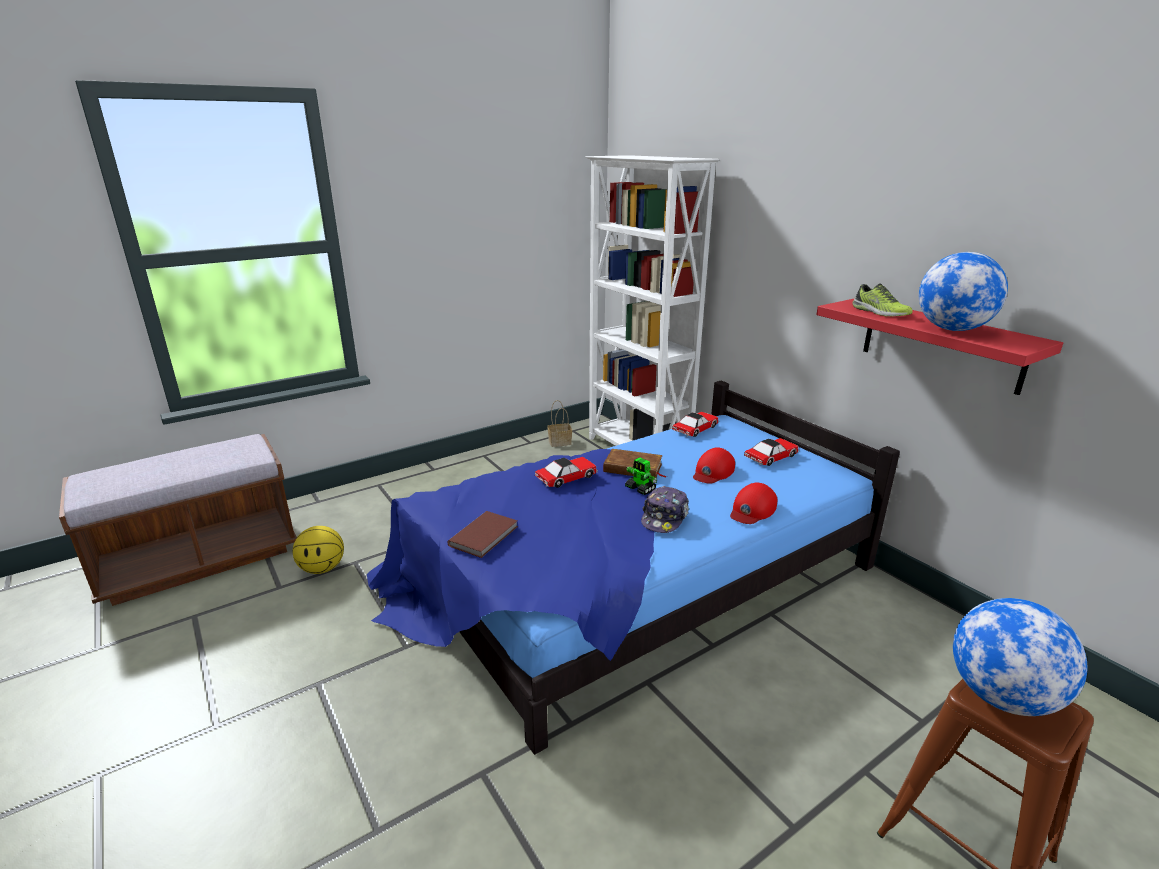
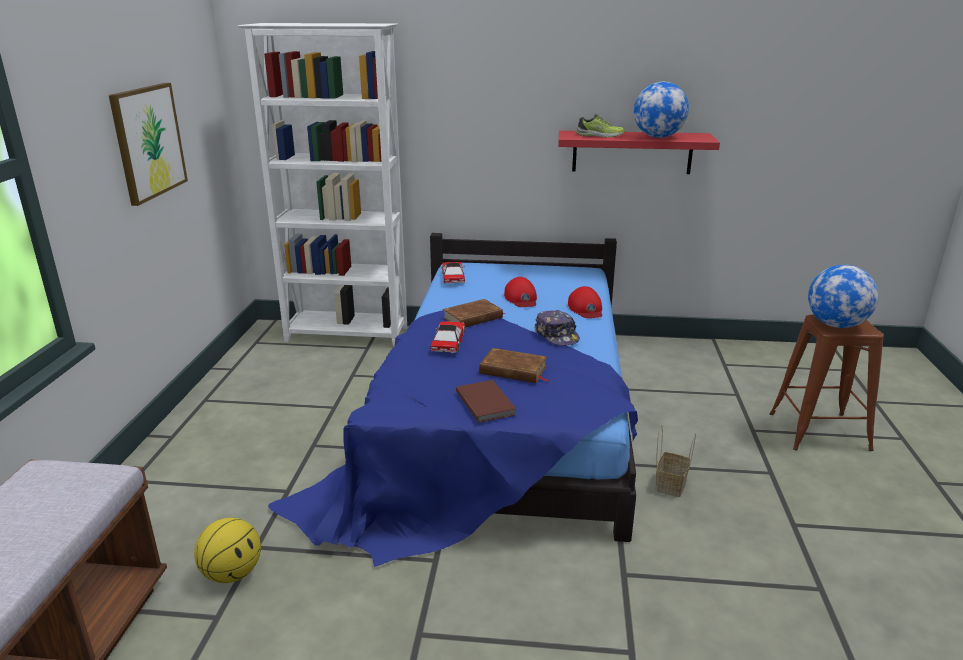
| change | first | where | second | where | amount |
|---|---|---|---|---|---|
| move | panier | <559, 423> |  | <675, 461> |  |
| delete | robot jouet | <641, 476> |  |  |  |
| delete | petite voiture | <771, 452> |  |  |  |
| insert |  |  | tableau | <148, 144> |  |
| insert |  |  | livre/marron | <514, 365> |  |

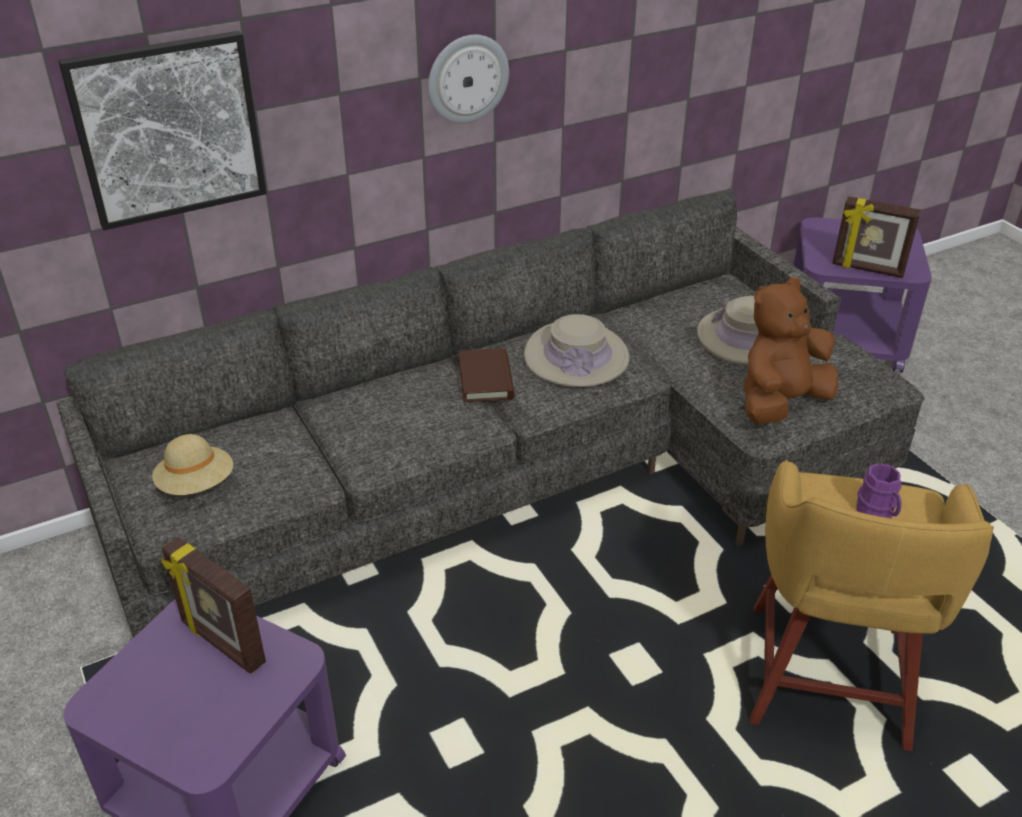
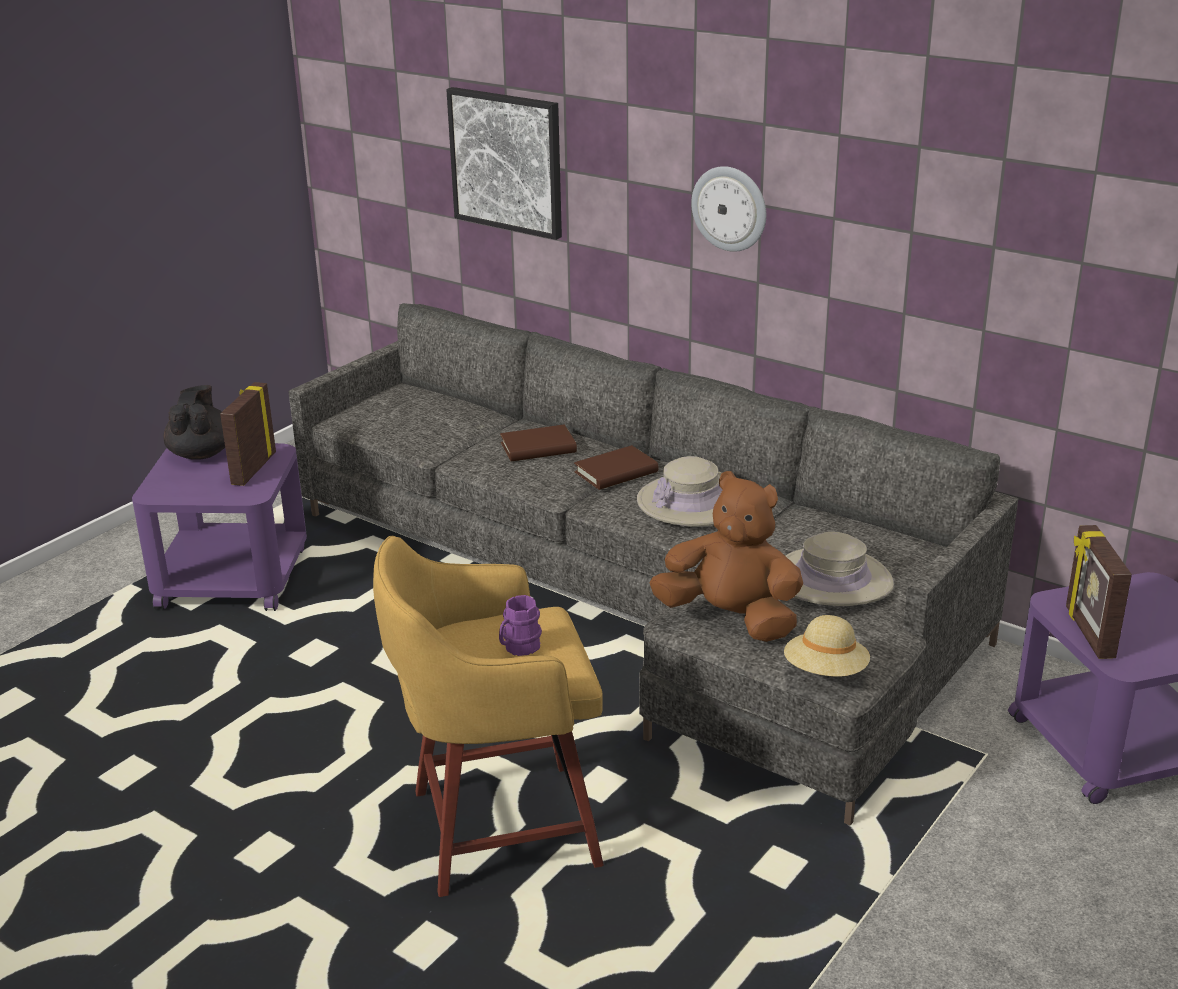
| change | first | where | second | where | amount |
|---|---|---|---|---|---|
| move | chapeau/beige | <192, 464> |  | <827, 646> |  |
| insert |  |  | théière/noir | <194, 422> |  |
| insert |  |  | livre/marron | <538, 443> |  |

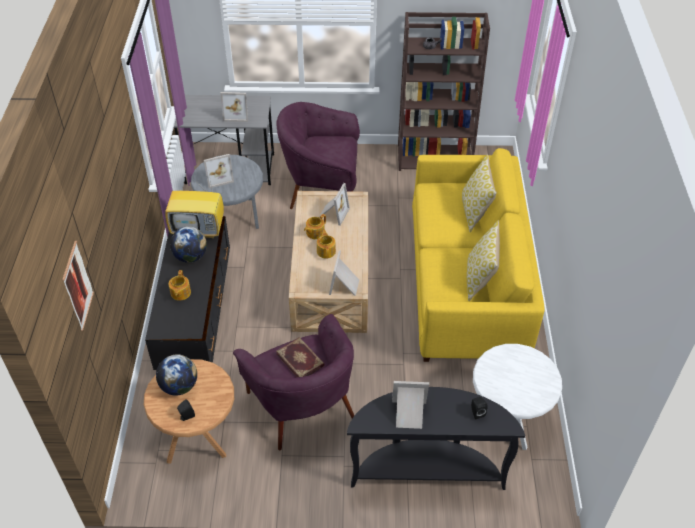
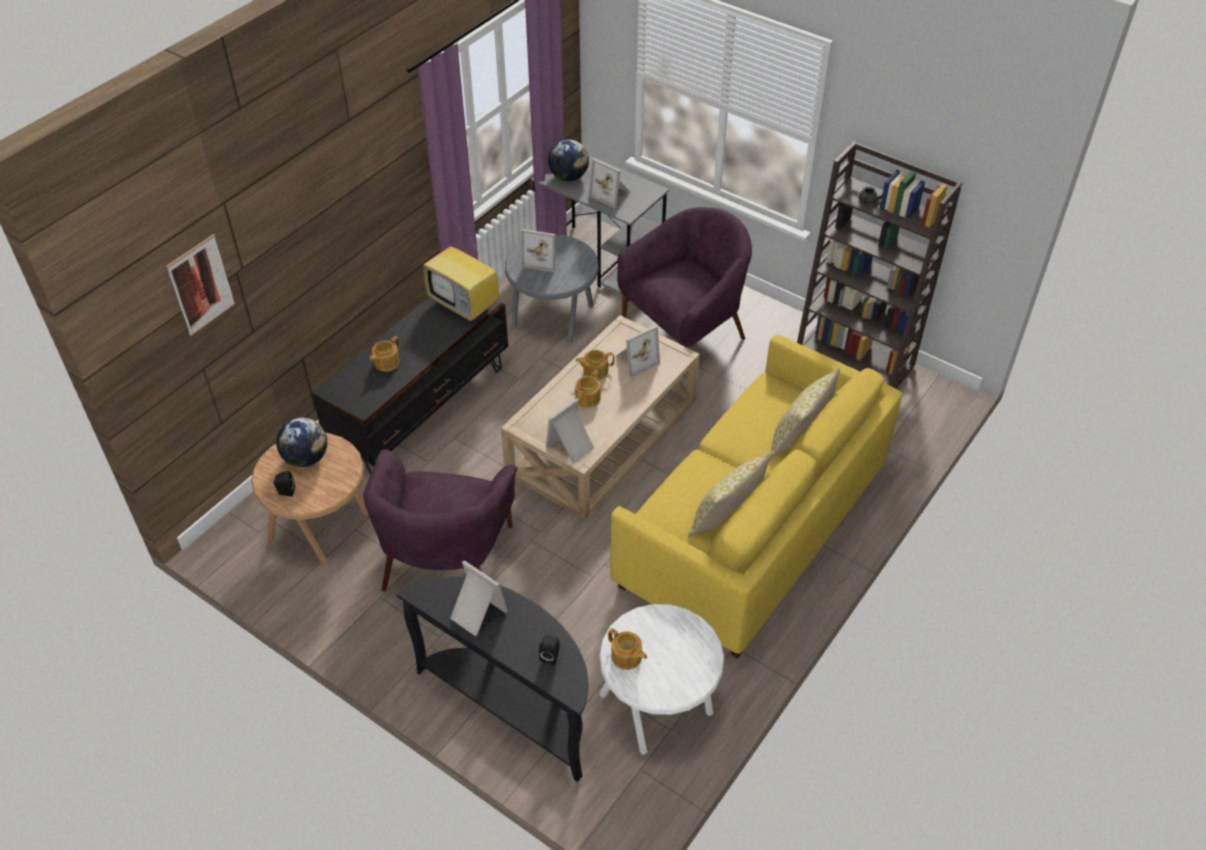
| change | first | where | second | where | amount |
|---|---|---|---|---|---|
| move | globe | <188, 244> |  | <568, 160> |  |
| delete | livre | <300, 357> |  |  |  |
| rotate | fauteuil/violet | <318, 155> |  | <684, 292> | 105 degrees clockwise |
| insert |  |  | théière | <627, 649> |  |

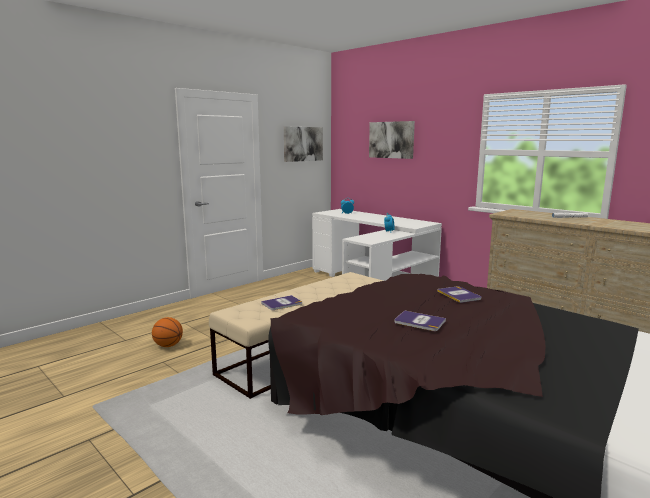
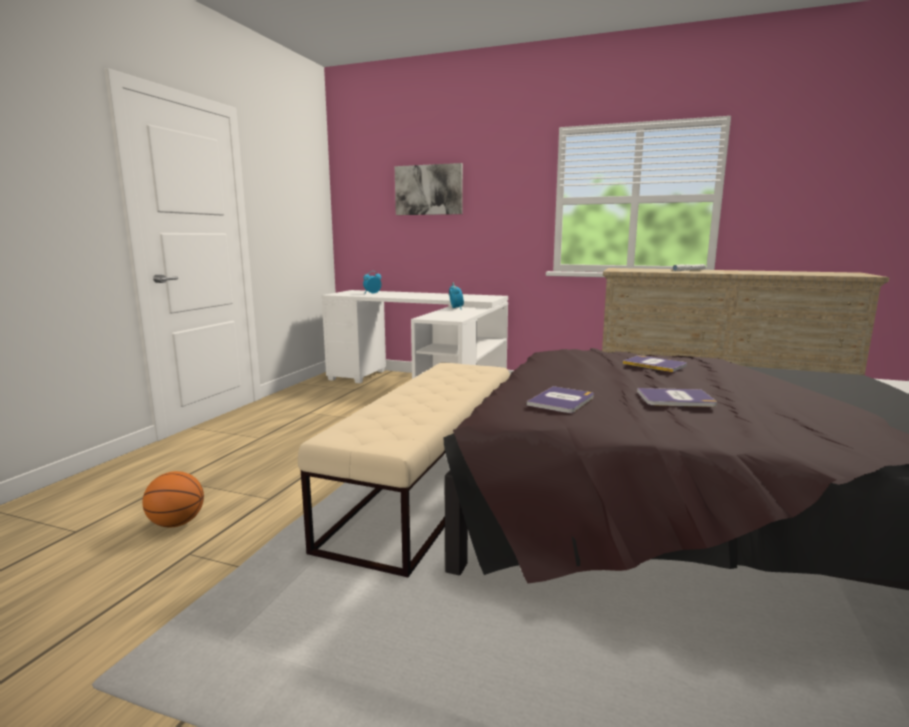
| change | first | where | second | where | amount |
|---|---|---|---|---|---|
| move | livre | <281, 302> |  | <560, 399> |  |
| delete | tableau | <303, 144> |  |  |  |

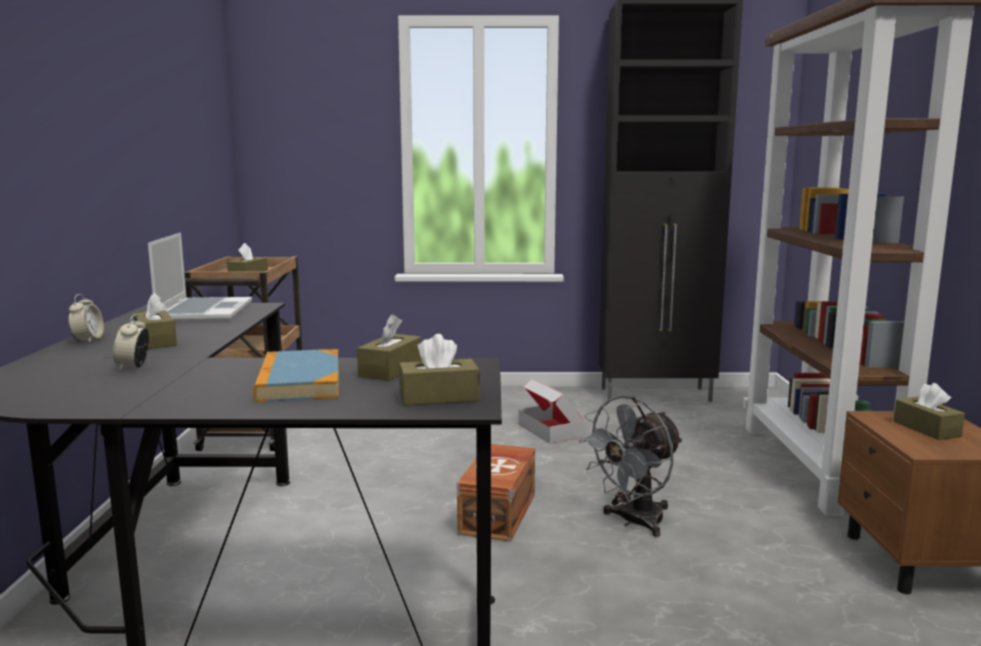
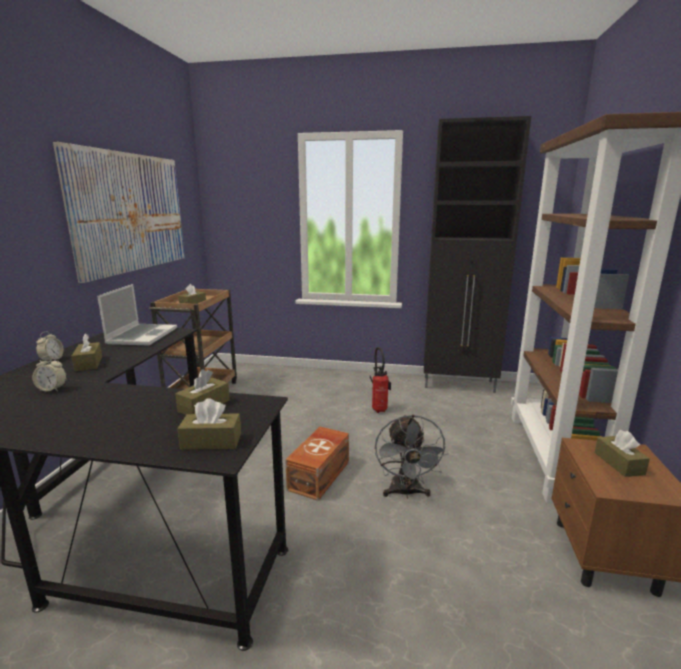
| change | first | where | second | where | amount |
|---|---|---|---|---|---|
| rotate | réveil | <131, 342> |  | <49, 374> | 90 degrees counterclockwise |
| delete | livre | <296, 375> |  |  |  |
| replace | carton | <552, 411> | extincteur | <380, 380> |  |
| rotate | ventilateur/gris | <631, 466> |  | <412, 456> | 60 degrees counterclockwise |
| insert |  |  | tableau | <119, 212> |  |

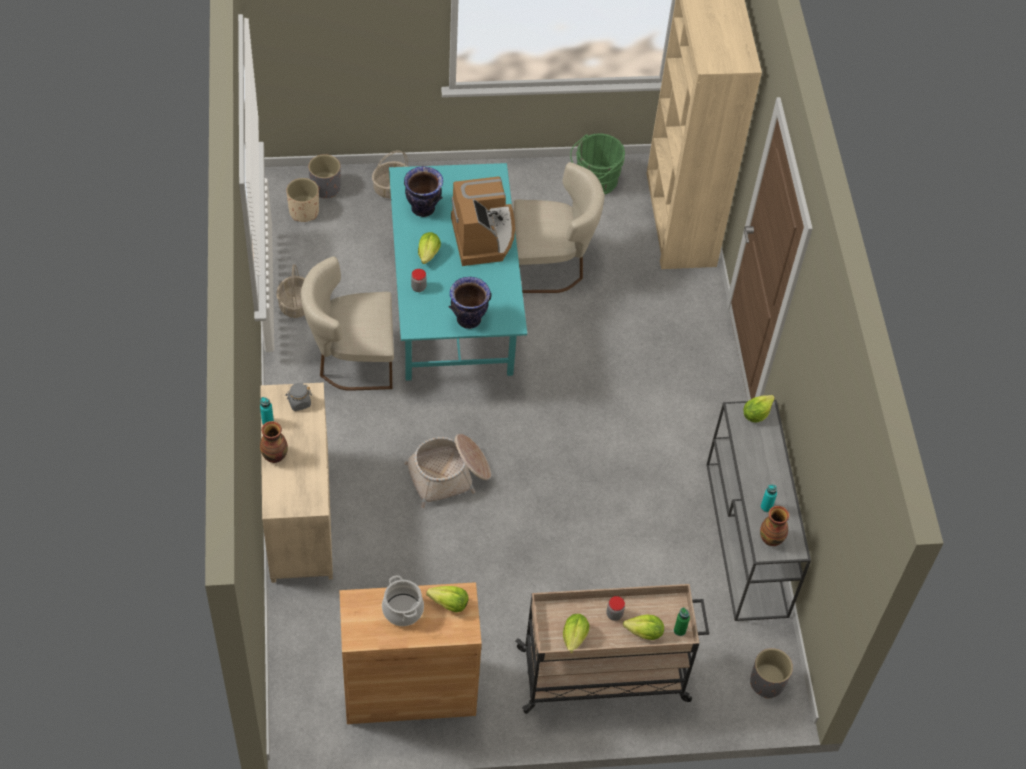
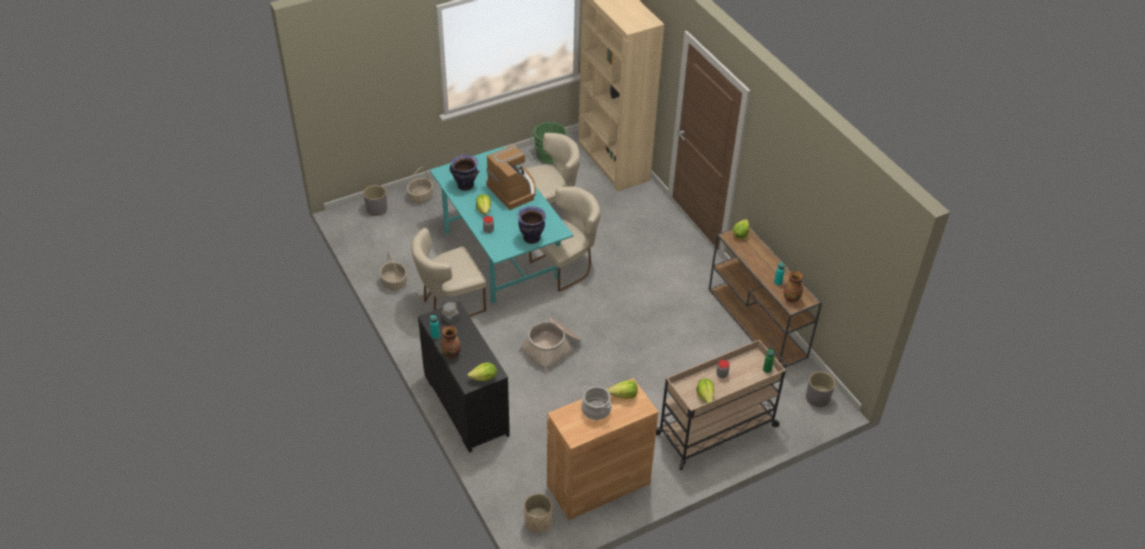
| change | first | where | second | where | amount |
|---|---|---|---|---|---|
| recolor | commode/beige | <296, 482> | commode/noir | <464, 377> |  |
| move | cache-pot/beige | <302, 200> |  | <538, 513> |  |
| move | laitue | <643, 627> |  | <482, 371> |  |
| recolor | table console/gris | <759, 510> | table console/marron | <765, 296> |  |
| insert |  |  | chaise/beige | <565, 239> |  |

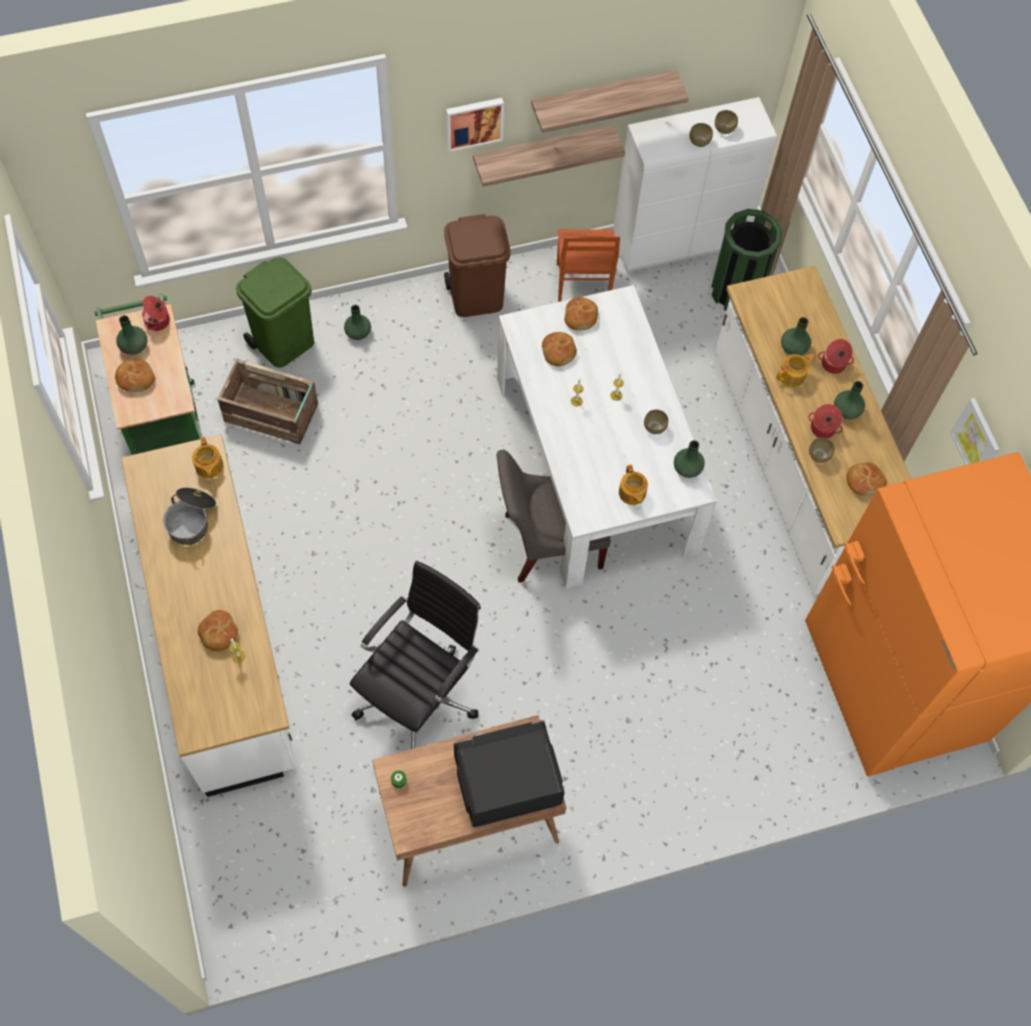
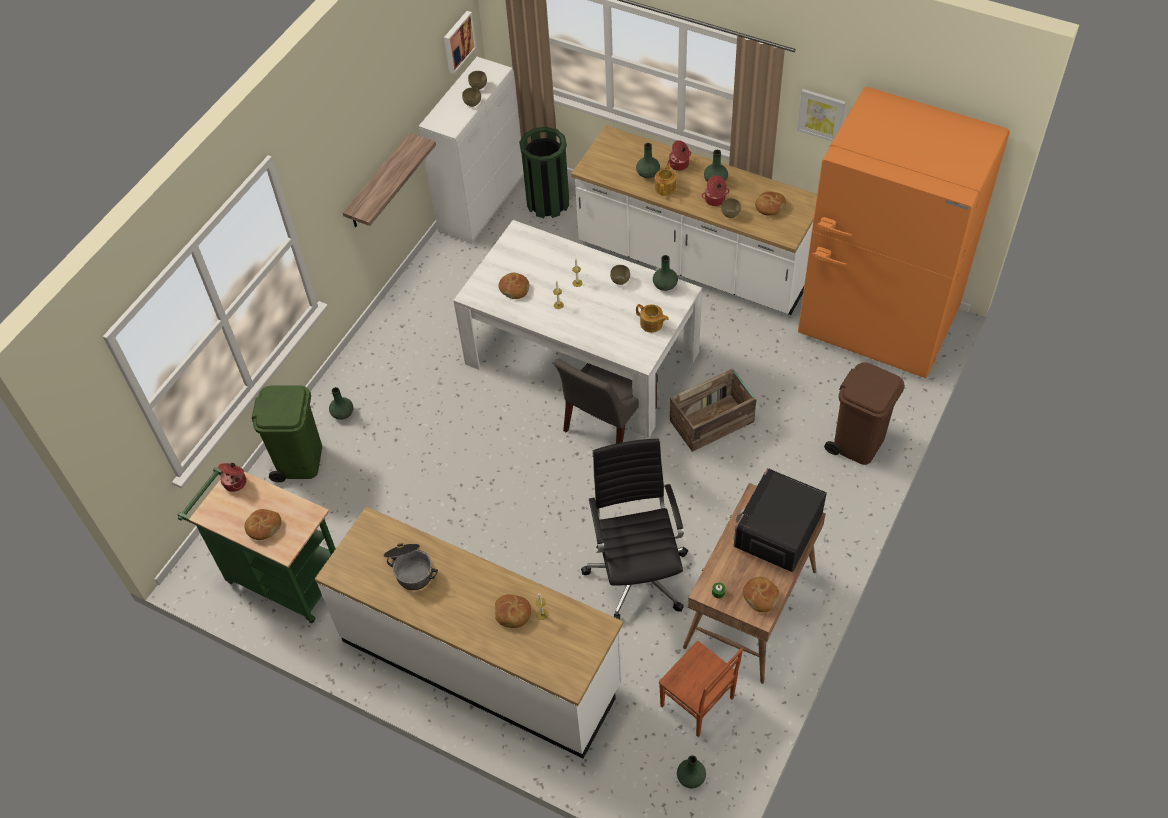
| change | first | where | second | where | amount |
|---|---|---|---|---|---|
| move | vase/vert | <132, 335> |  | <691, 771> |  |
| delete | théière | <207, 457> |  |  |  |
| move | caisse | <267, 401> |  | <713, 410> |  |
| move | poubelle/marron | <477, 265> |  | <864, 413> |  |
| move | tableau | <475, 125> |  | <460, 42> |  |
| delete | étagère | <610, 101> |  |  |  |
| move | chaise/marron | <588, 265> |  | <701, 688> |  |
| move | pain | <581, 314> |  | <761, 594> |  |

